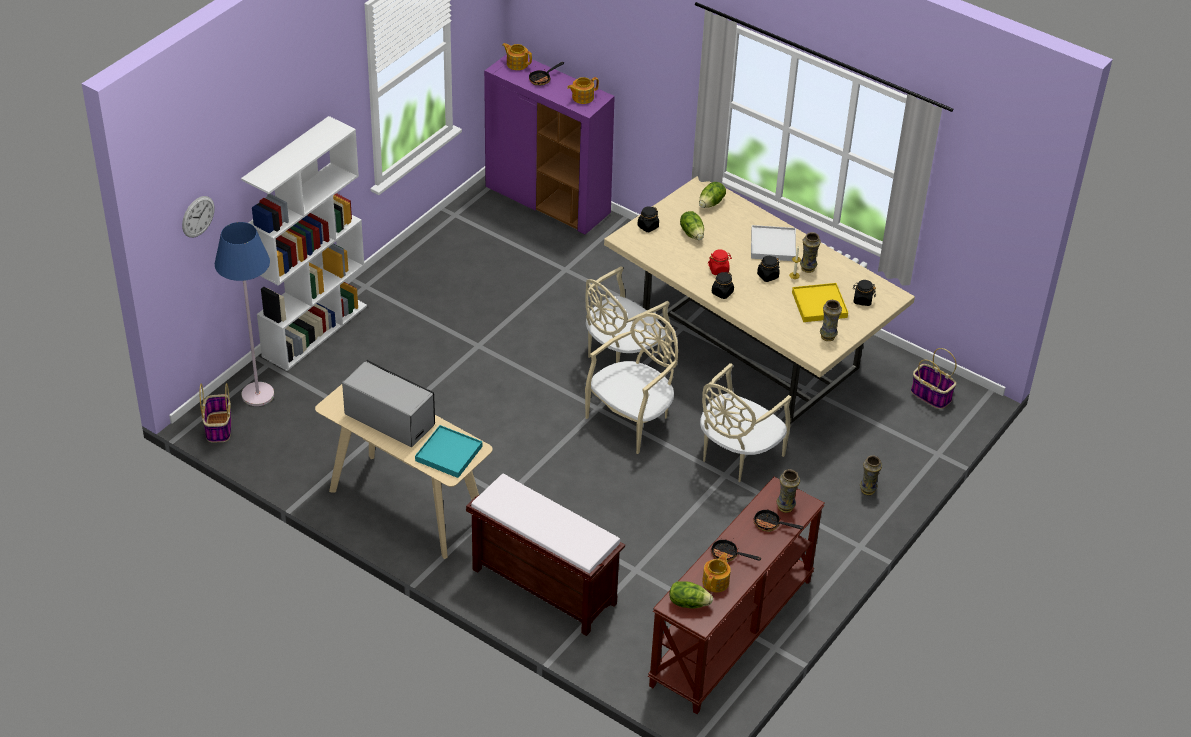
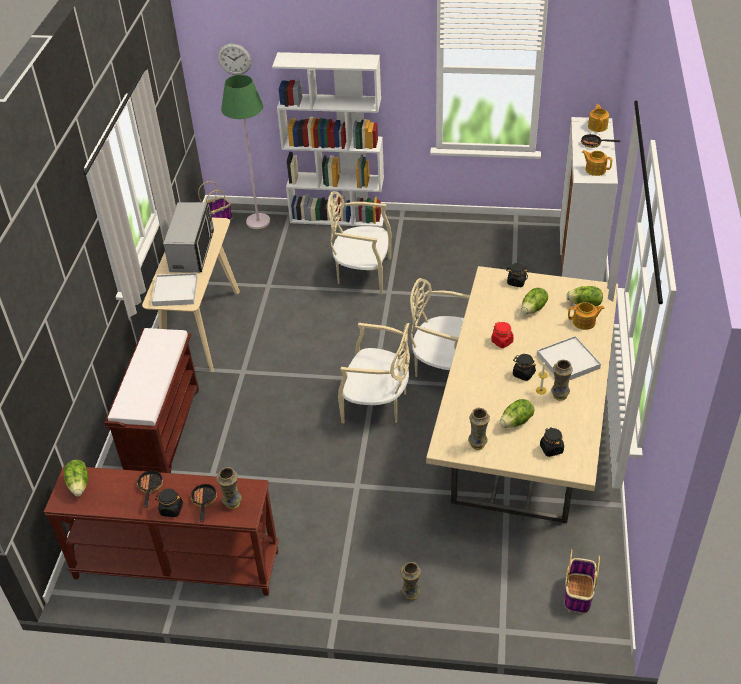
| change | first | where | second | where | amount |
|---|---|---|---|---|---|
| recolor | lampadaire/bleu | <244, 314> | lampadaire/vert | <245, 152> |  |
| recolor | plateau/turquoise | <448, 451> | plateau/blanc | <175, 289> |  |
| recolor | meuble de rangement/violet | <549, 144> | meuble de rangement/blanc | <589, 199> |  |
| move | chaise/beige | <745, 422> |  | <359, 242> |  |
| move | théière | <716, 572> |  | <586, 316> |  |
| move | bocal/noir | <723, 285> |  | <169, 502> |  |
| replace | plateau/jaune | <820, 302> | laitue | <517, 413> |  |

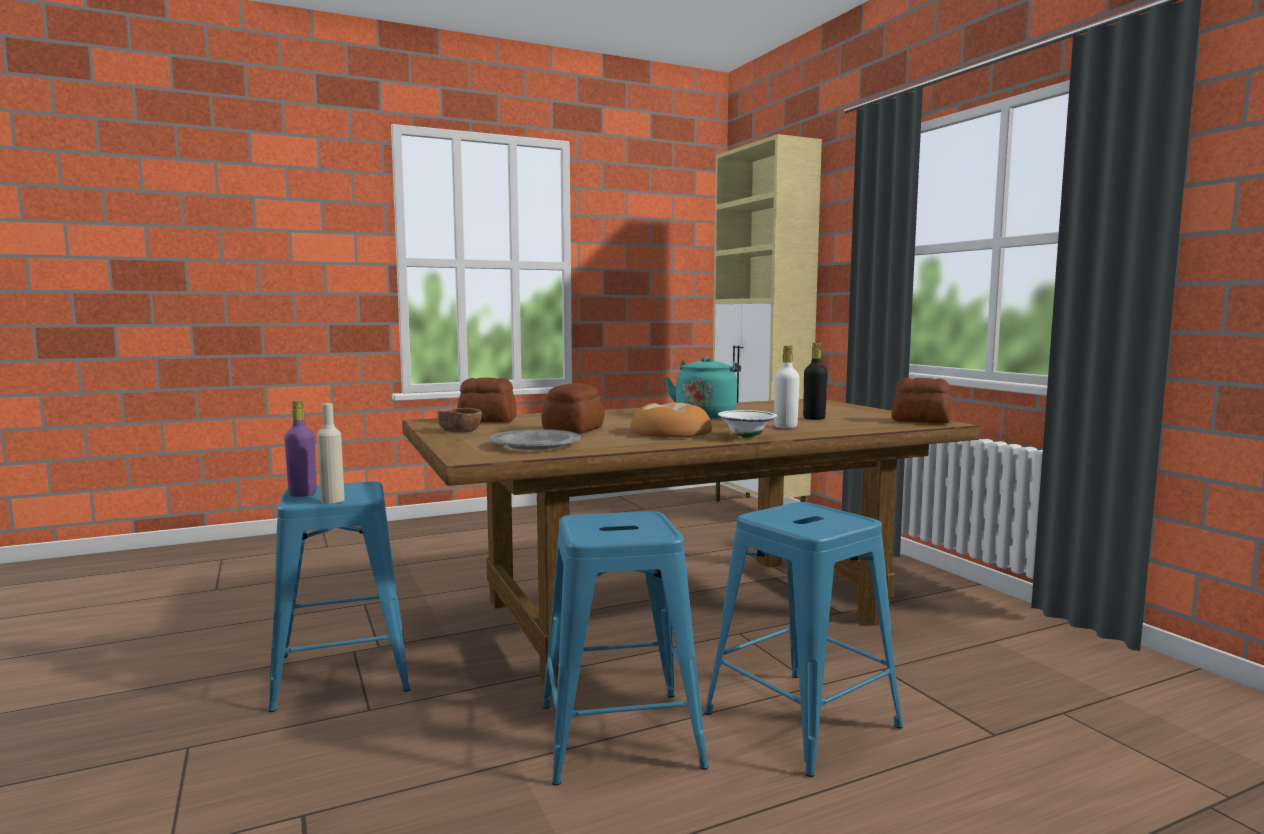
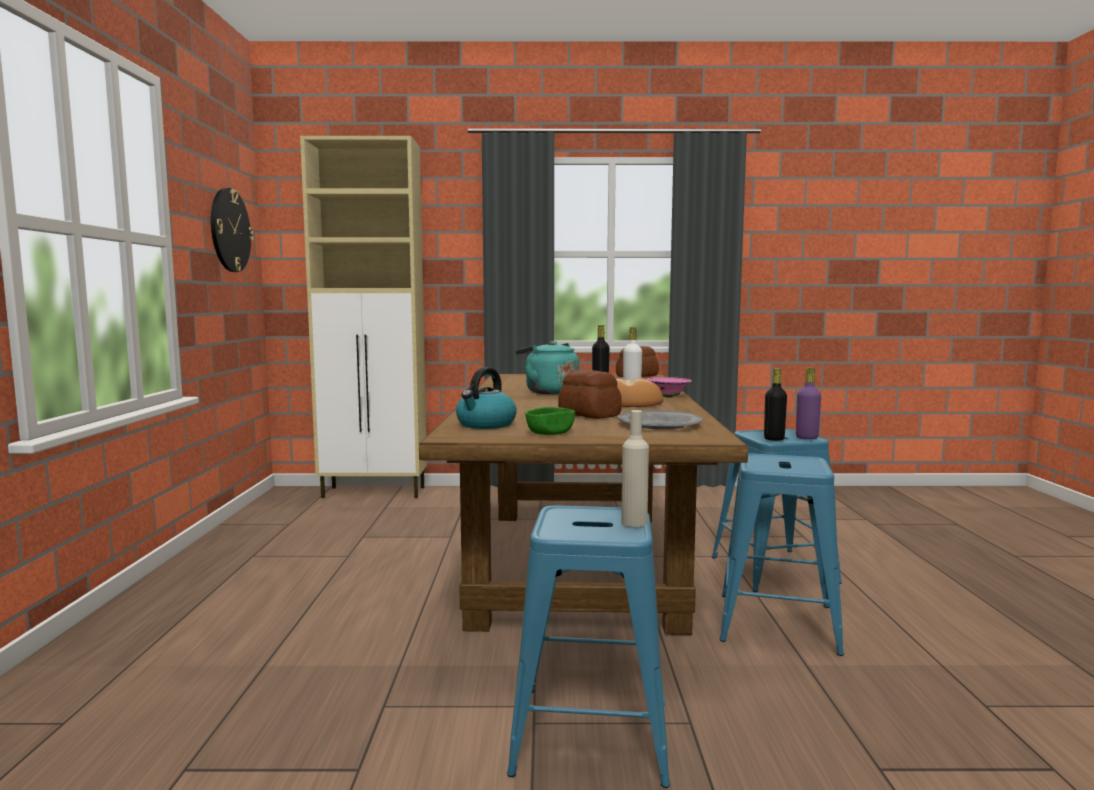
| change | first | where | second | where | amount |
|---|---|---|---|---|---|
| move | bouteille/violet | <300, 448> |  | <808, 403> |  |
| recolor | bol/marron | <460, 420> | bol/vert | <550, 421> |  |
| replace | pain | <487, 400> | bouilloire | <486, 398> |  |
| recolor | bol/blanc | <747, 424> | bol/rose | <669, 387> |  |
| insert |  |  | horloge murale | <232, 230> |  |
| insert |  |  | bouteille/noir | <775, 404> |  |

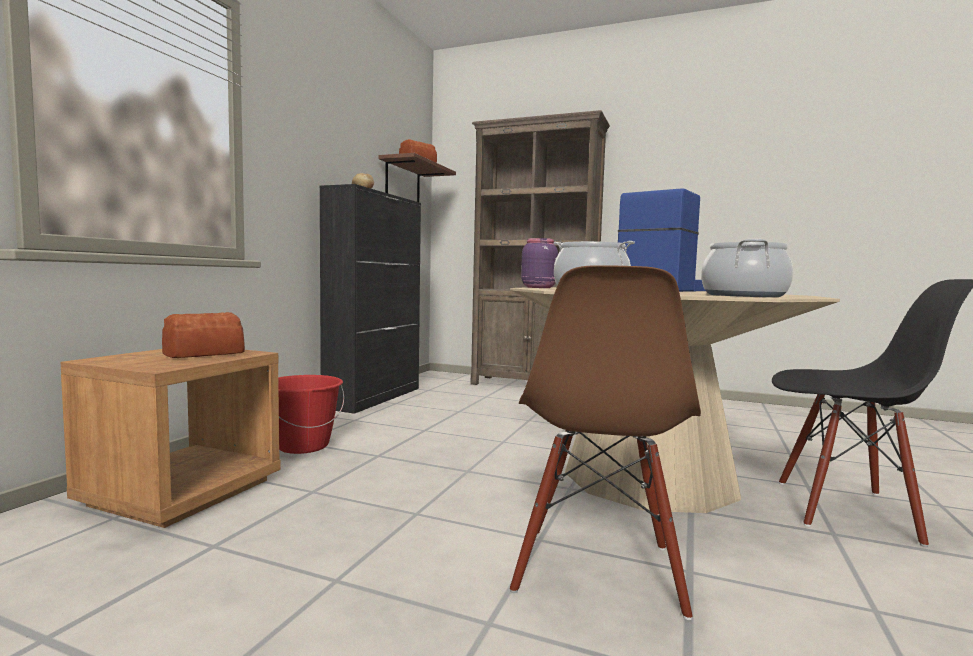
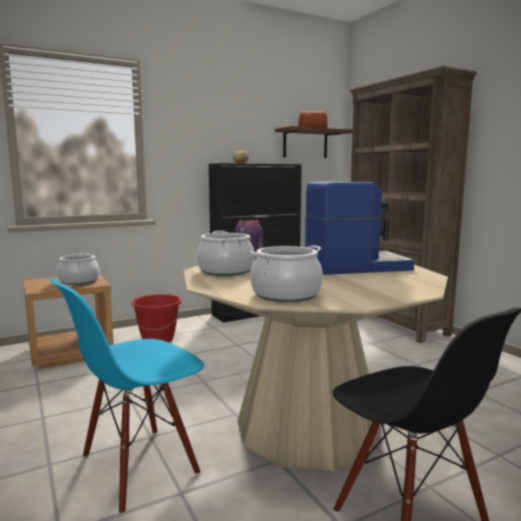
| change | first | where | second | where | amount |
|---|---|---|---|---|---|
| replace | pain | <203, 335> | marmite | <78, 269> |  |
| recolor | chaise/marron | <605, 442> | chaise/bleu | <127, 396> |  |

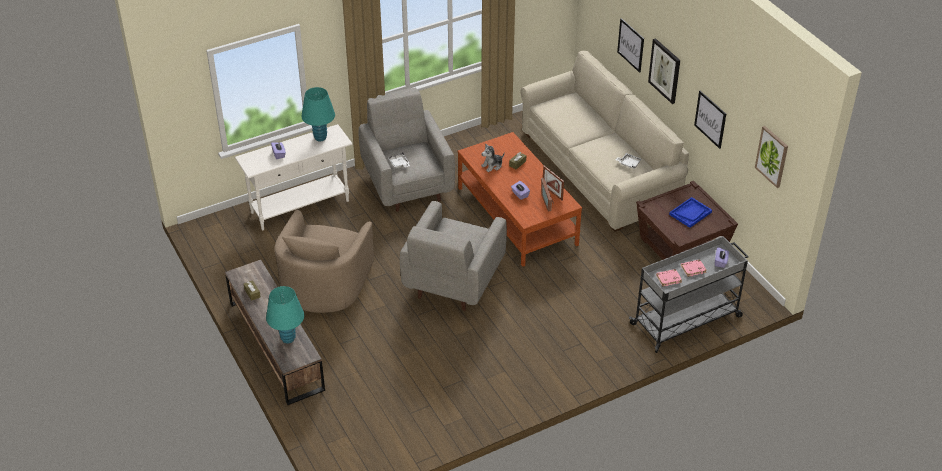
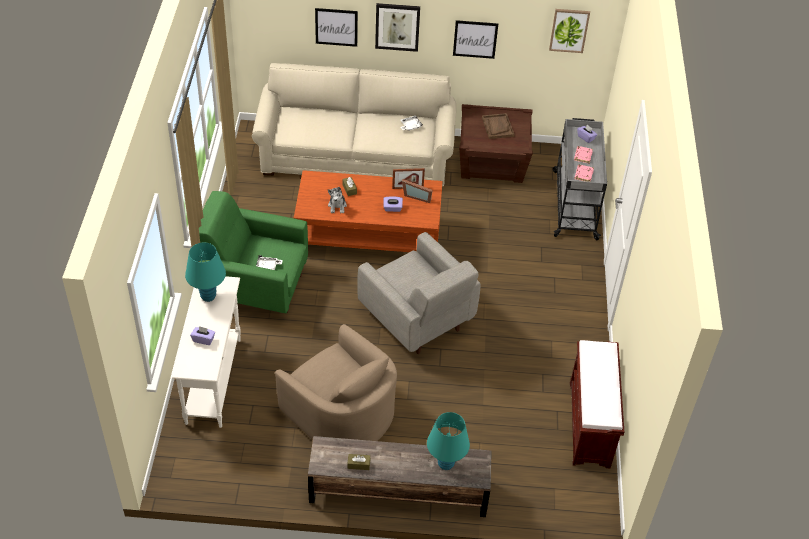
| change | first | where | second | where | amount |
|---|---|---|---|---|---|
| recolor | fauteuil/gris | <407, 150> | fauteuil/vert | <253, 252> |  |
| recolor | plateau/bleu | <690, 212> | plateau/marron | <498, 126> |  |
| insert |  |  | banc/marron | <597, 404> |  |

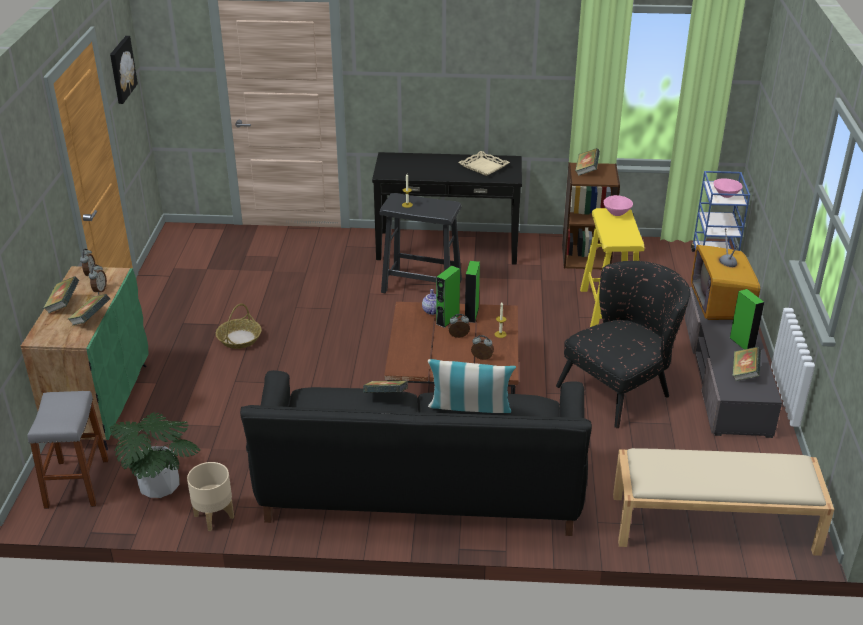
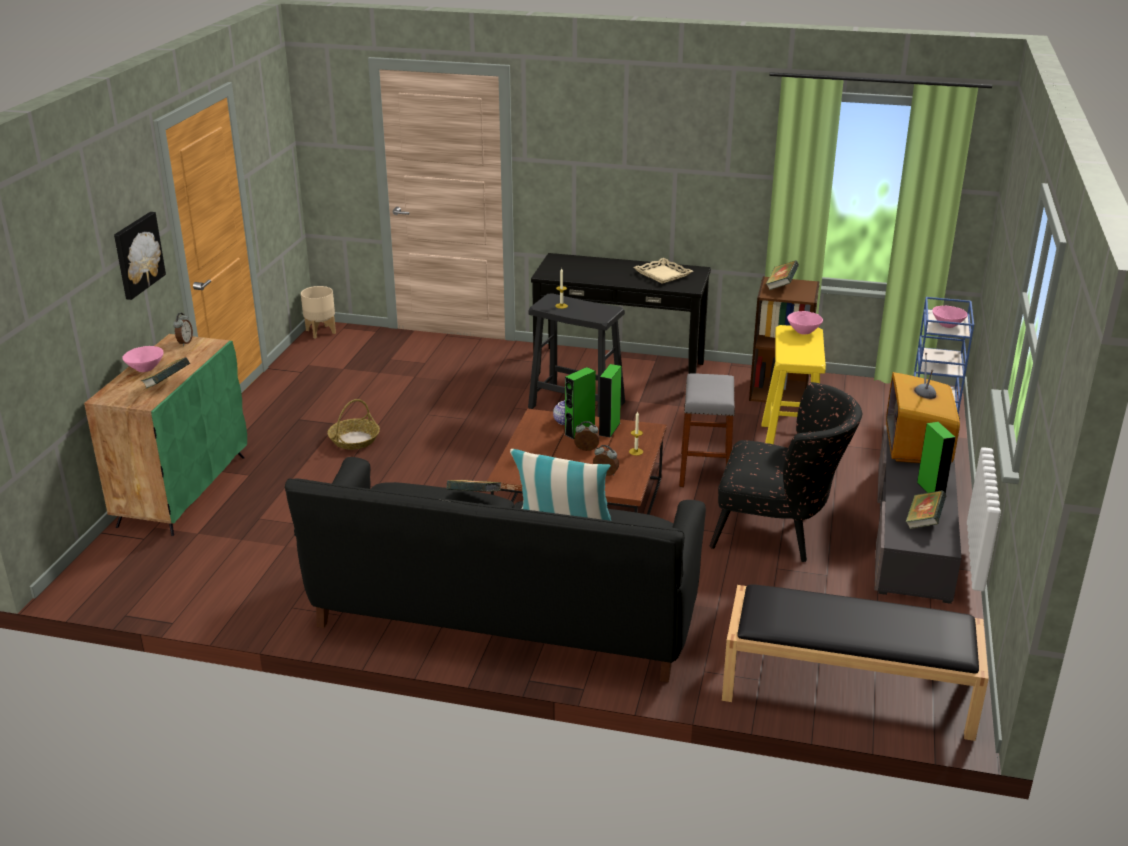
| change | first | where | second | where | amount |
|---|---|---|---|---|---|
| move | tabouret/gris | <68, 450> |  | <707, 430> |  |
| replace | livre | <61, 295> | bol/rose | <142, 359> |  |
| delete | réveil | <98, 279> |  |  |  |
| delete | plante en pot | <154, 455> |  |  |  |
| move | tableau | <124, 70> |  | <140, 256> |  |
| move | cache-pot/beige | <210, 496> |  | <318, 312> |  |
| rotate | fauteuil/noir | <623, 344> |  | <786, 472> | 45 degrees clockwise |
| recolor | banc/beige | <723, 502> | banc/noir | <855, 662> |  |

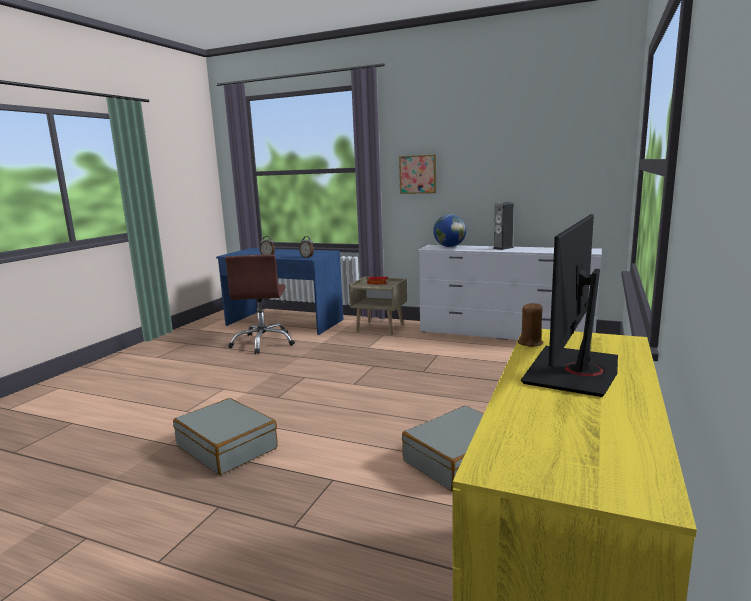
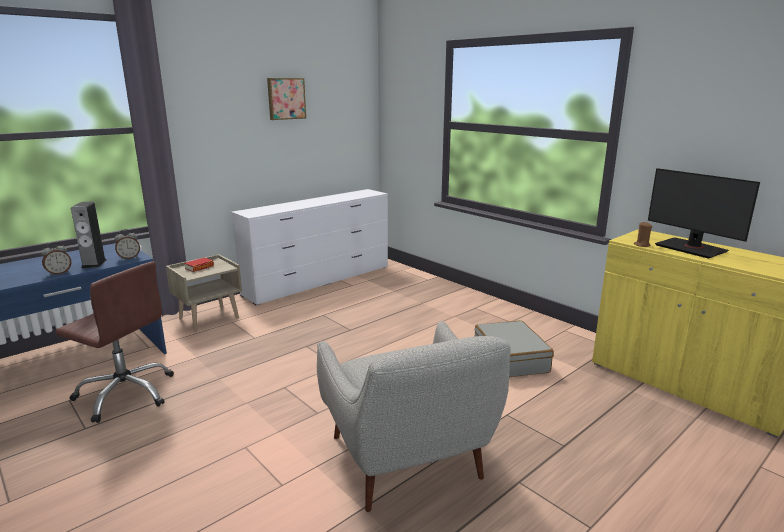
| change | first | where | second | where | amount |
|---|---|---|---|---|---|
| replace | valise/gris | <225, 436> | fauteuil/gris | <414, 416> |  |
| move | tableau | <417, 174> |  | <286, 99> |  |
| delete | globe | <449, 230> |  |  |  |
| move | enceinte | <503, 226> |  | <89, 235> |  |

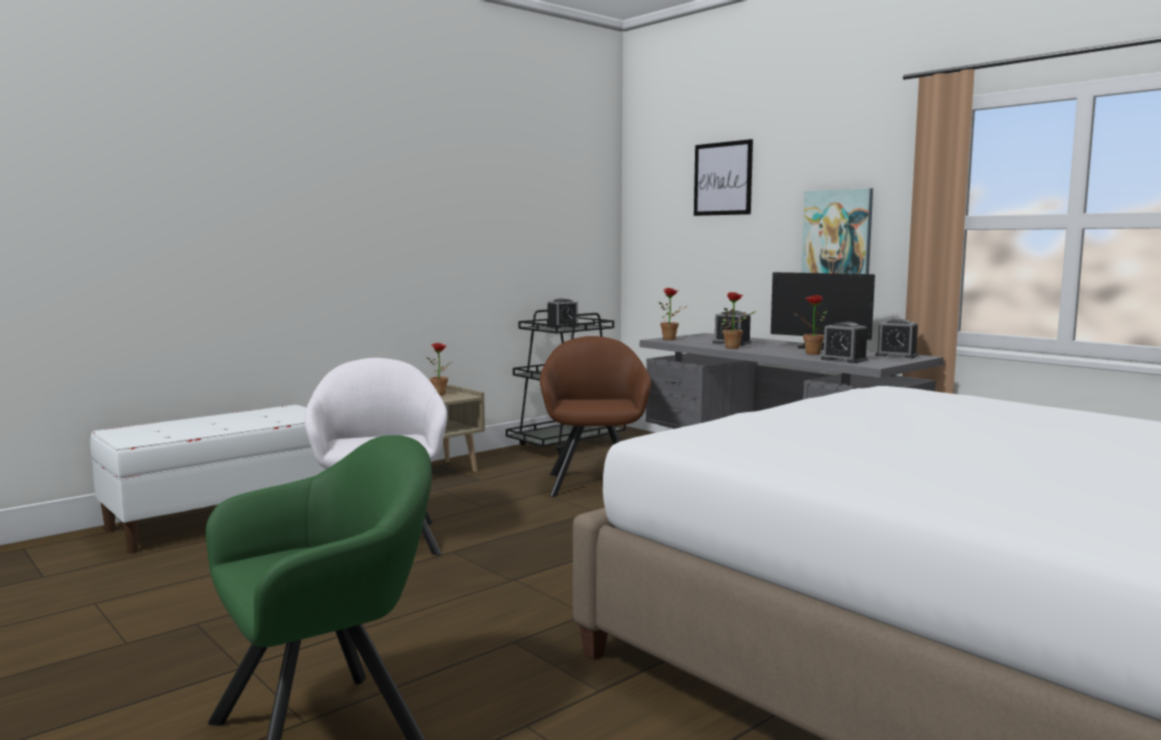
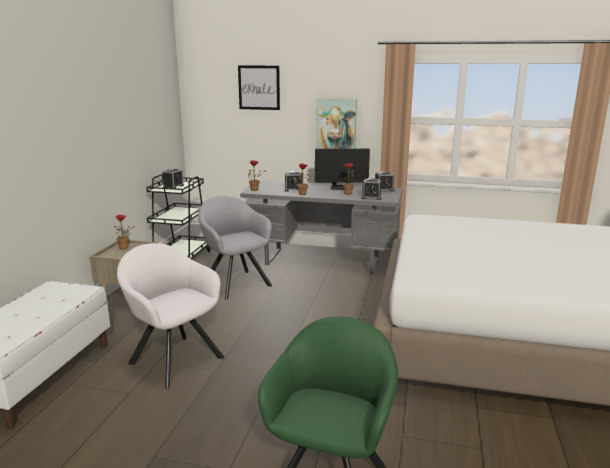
| change | first | where | second | where | amount |
|---|---|---|---|---|---|
| recolor | fauteuil/marron | <595, 416> | fauteuil/gris | <235, 248> |  |

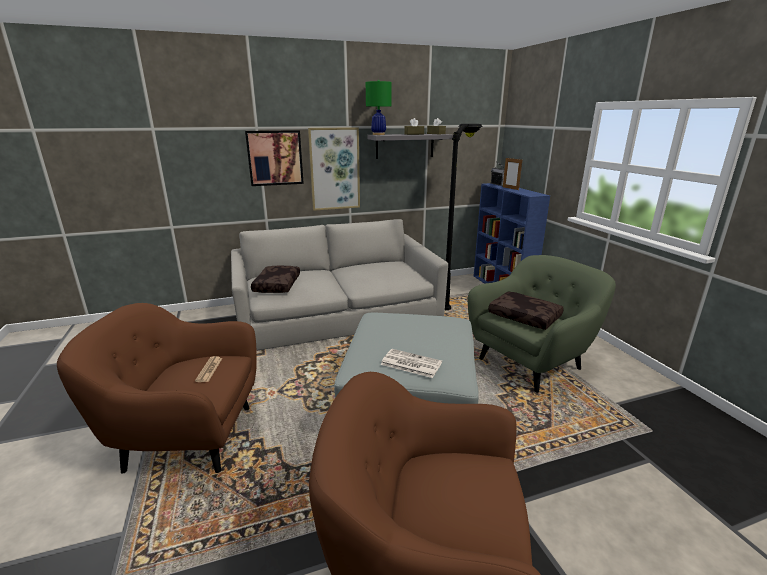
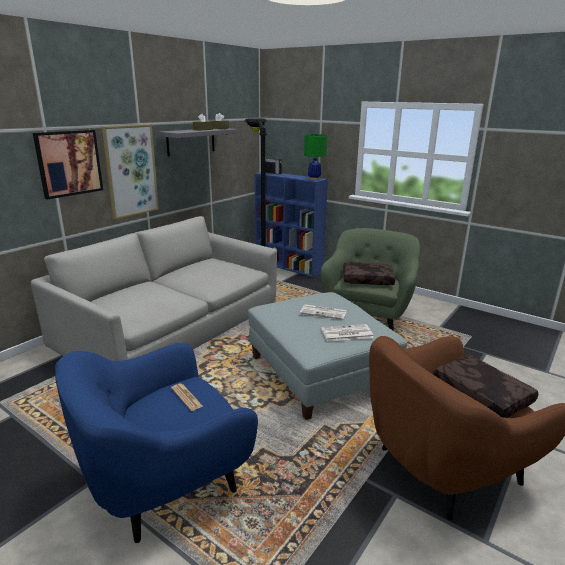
| change | first | where | second | where | amount |
|---|---|---|---|---|---|
| recolor | fauteuil/marron | <157, 388> | fauteuil/bleu | <156, 443> |  |
| move | coussin/marron | <275, 279> |  | <485, 386> |  |
| move | lampe de table/vert | <379, 107> |  | <315, 156> |  |
| delete | cadre photo | <512, 174> |  |  |  |
| insert |  |  | journal | <323, 312> |  |

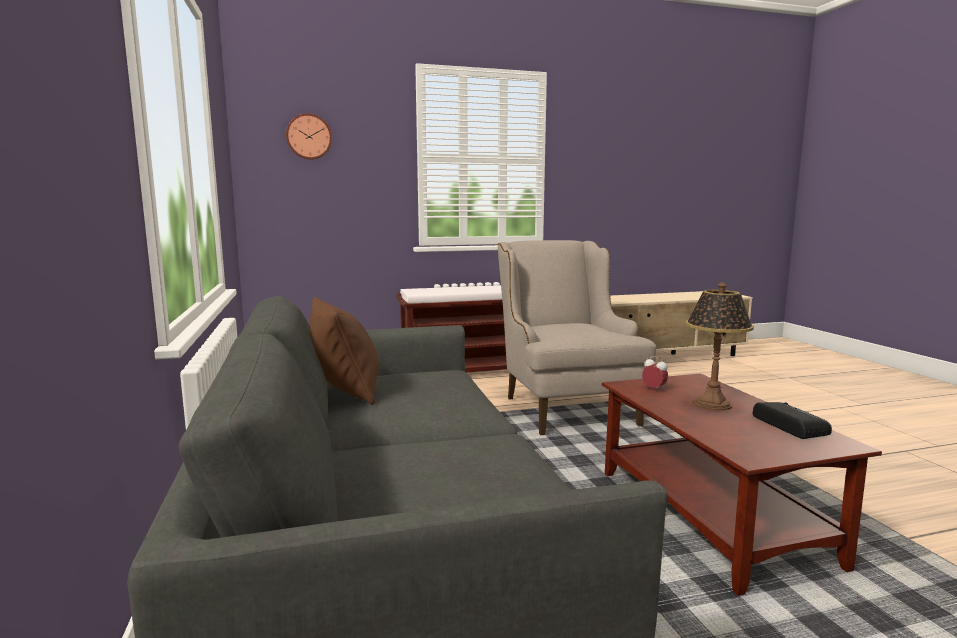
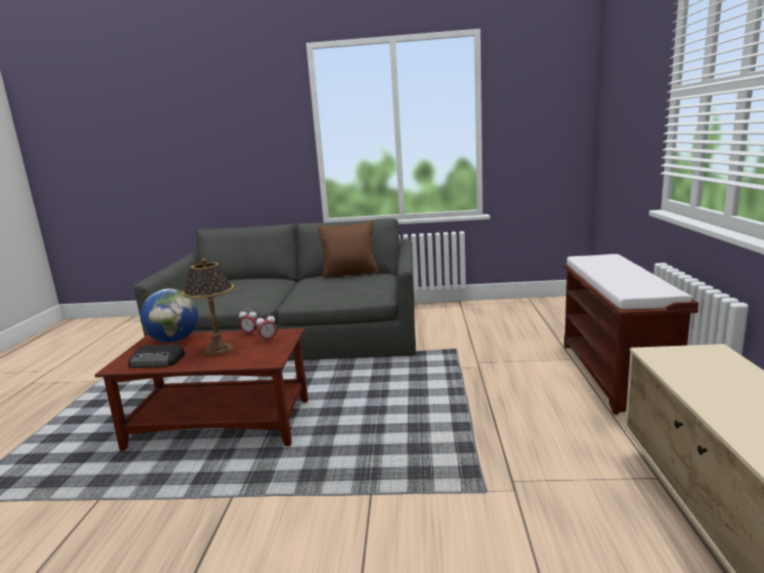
| change | first | where | second | where | amount |
|---|---|---|---|---|---|
| delete | horloge murale | <309, 136> |  |  |  |
| delete | fauteuil/beige | <577, 337> |  |  |  |
| insert |  |  | globe | <169, 315> |  |
| insert |  |  | réveil | <248, 322> |  |

